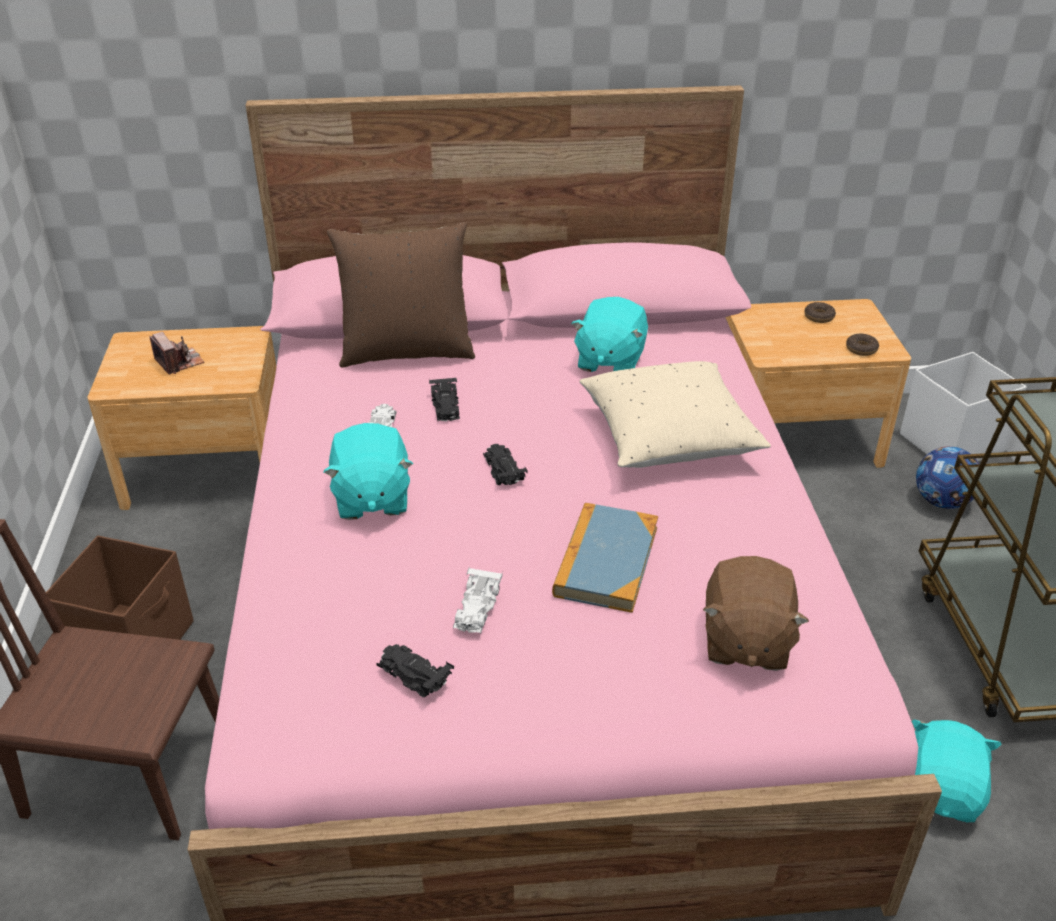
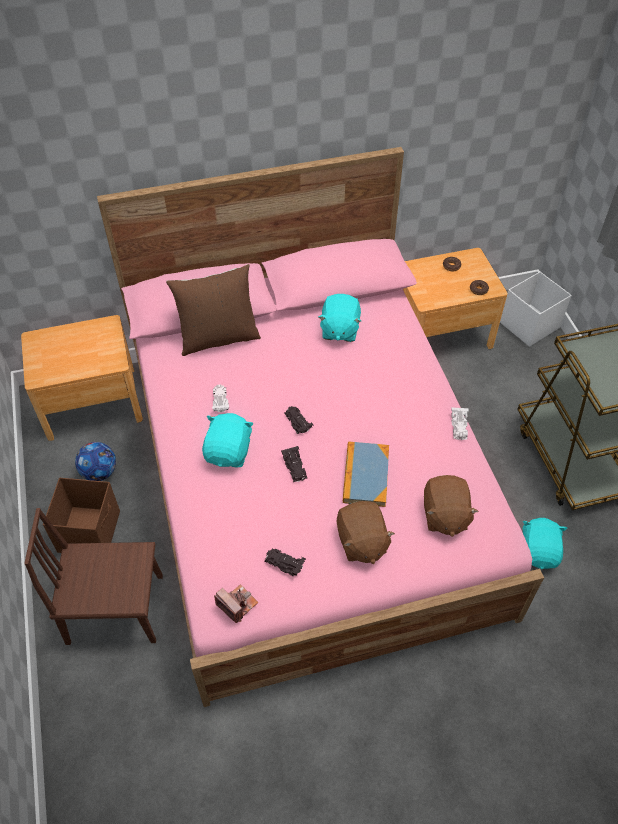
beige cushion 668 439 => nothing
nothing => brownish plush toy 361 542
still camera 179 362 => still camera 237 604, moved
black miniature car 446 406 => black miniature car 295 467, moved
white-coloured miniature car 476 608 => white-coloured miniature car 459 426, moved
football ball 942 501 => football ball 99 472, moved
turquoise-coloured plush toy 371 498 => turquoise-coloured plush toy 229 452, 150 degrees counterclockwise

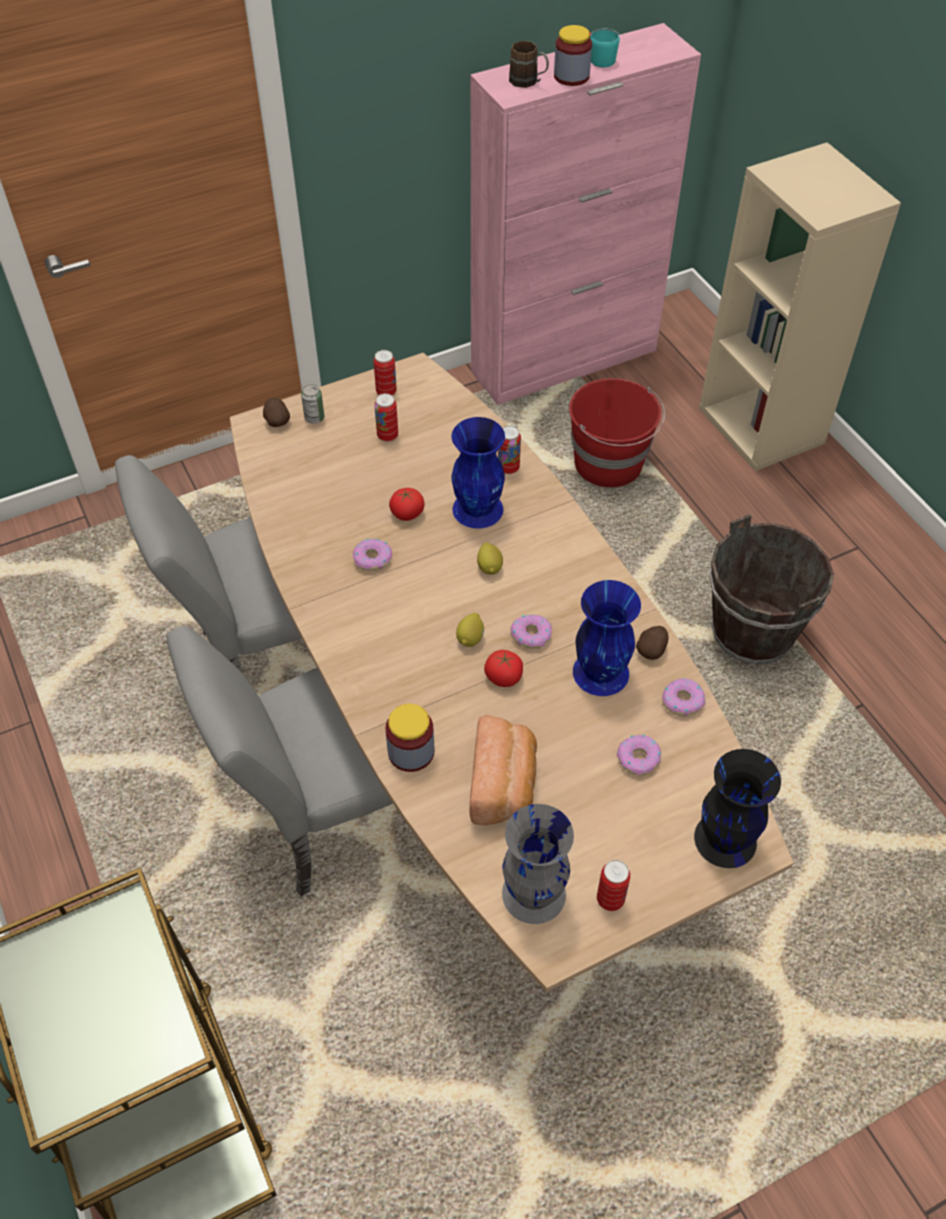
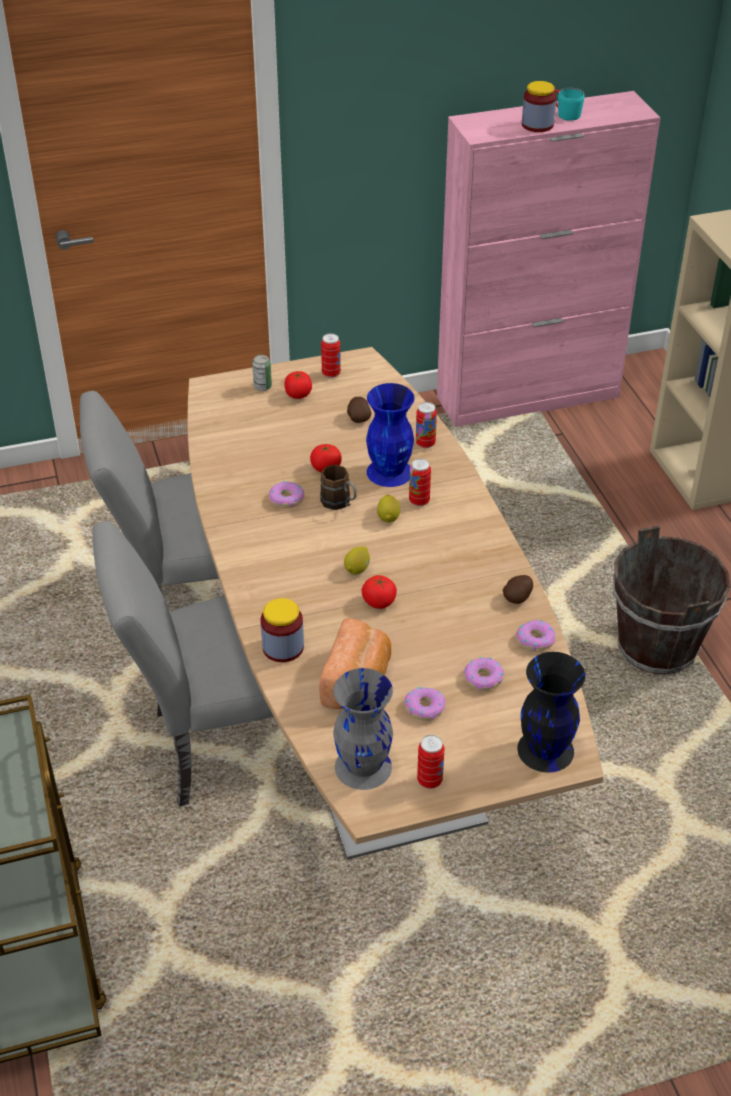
red-coloured pail 609 464 => nothing
blue-coloured flower vase 600 671 => nothing
nothing => tomato 298 394
spud 276 420 => spud 358 418, moved
can 387 436 => can 419 501, moved
brownish tea mug 528 82 => brownish tea mug 340 504, moved
ring doughnut 531 635 => ring doughnut 424 708, moved

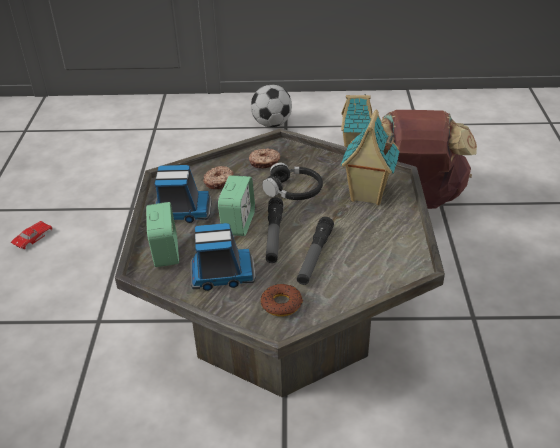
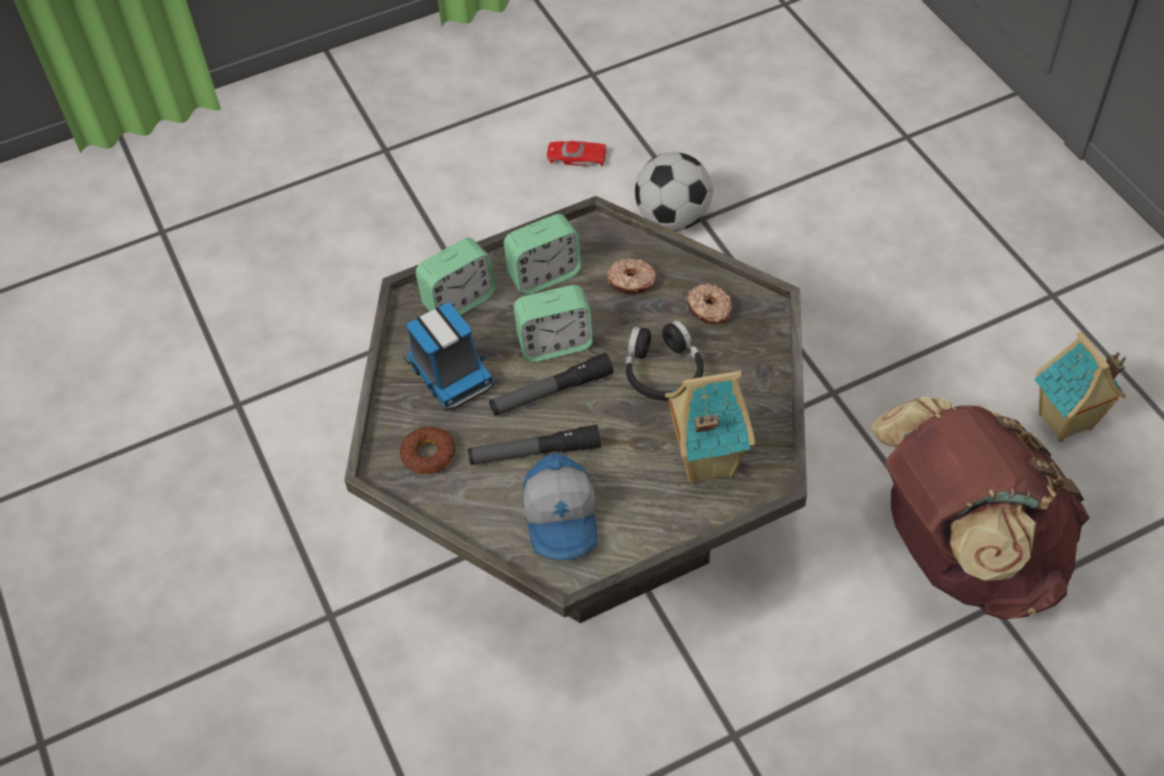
nothing => peaked cap 563 518
football ball 272 124 => football ball 673 218, moved
model truck 181 211 => alarm clock 544 275

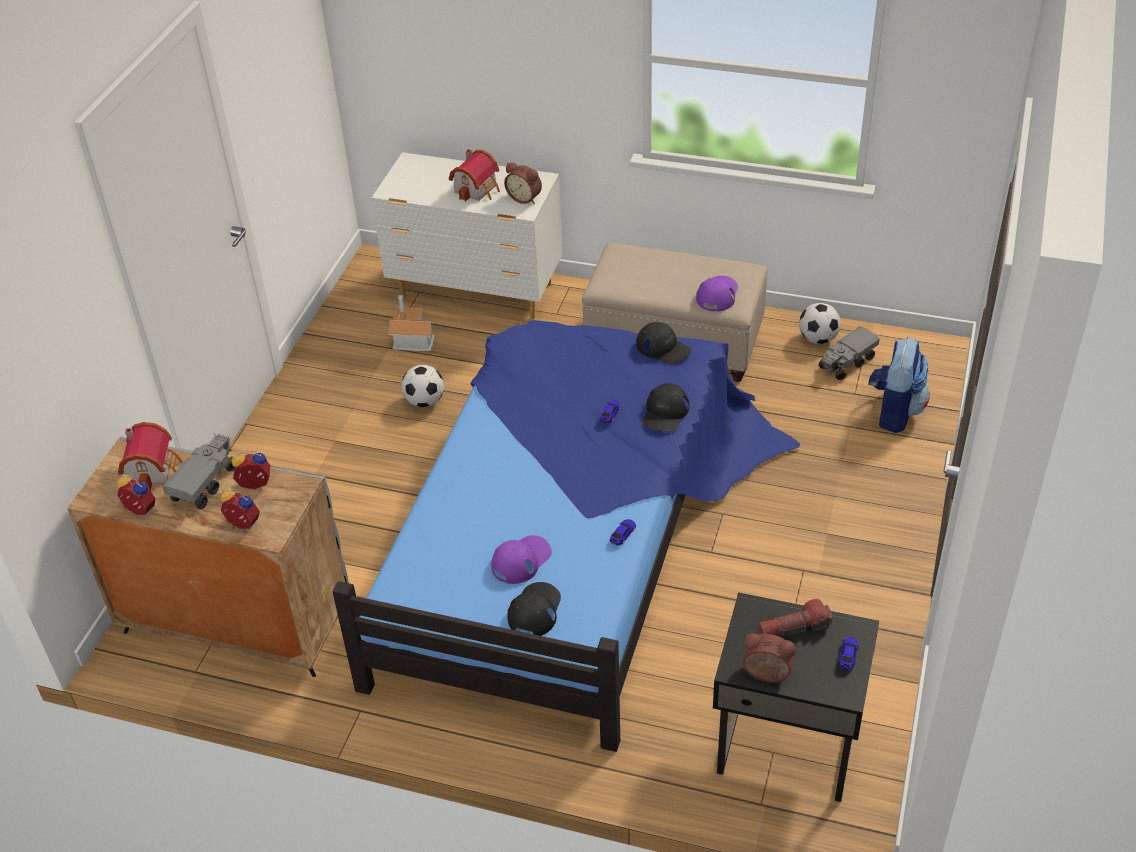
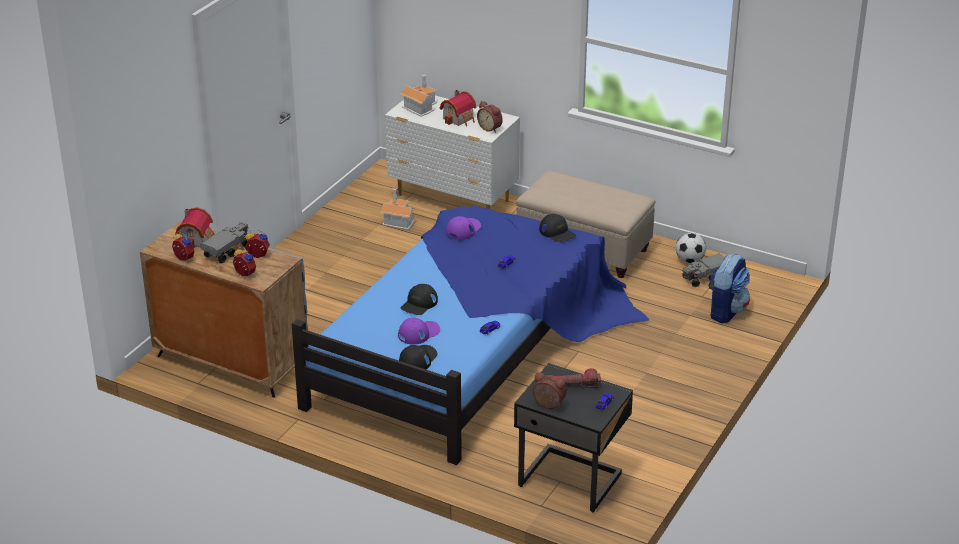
football ball 424 401 => nothing
nothing => model house 420 106
black peaked cap 665 413 => black peaked cap 419 304, moved
purple-coloured peaked cap 717 295 => purple-coloured peaked cap 463 230, moved

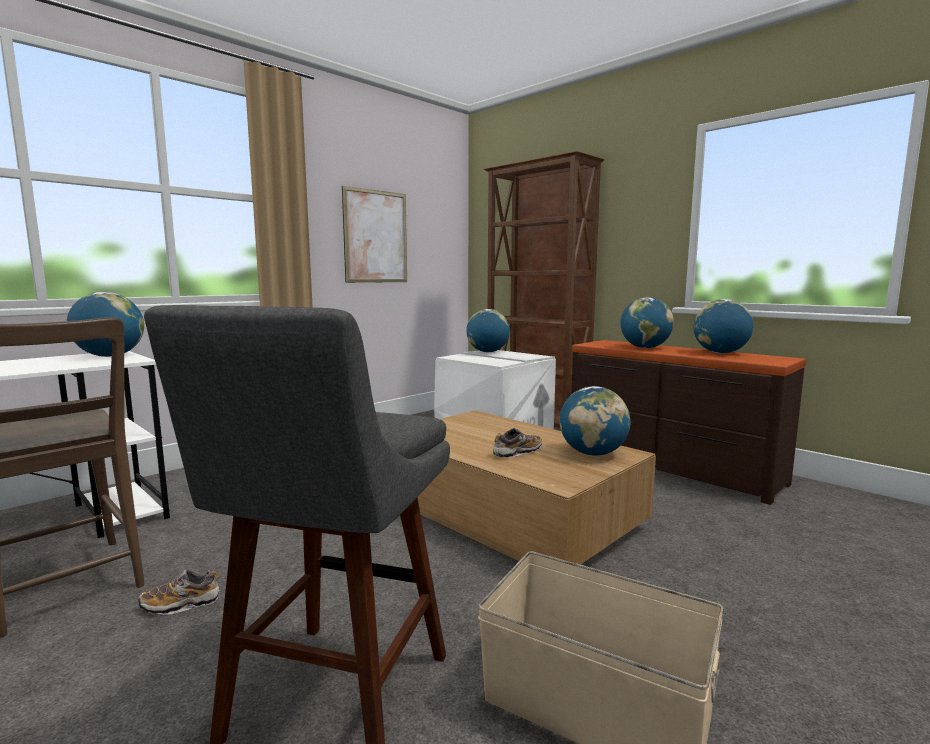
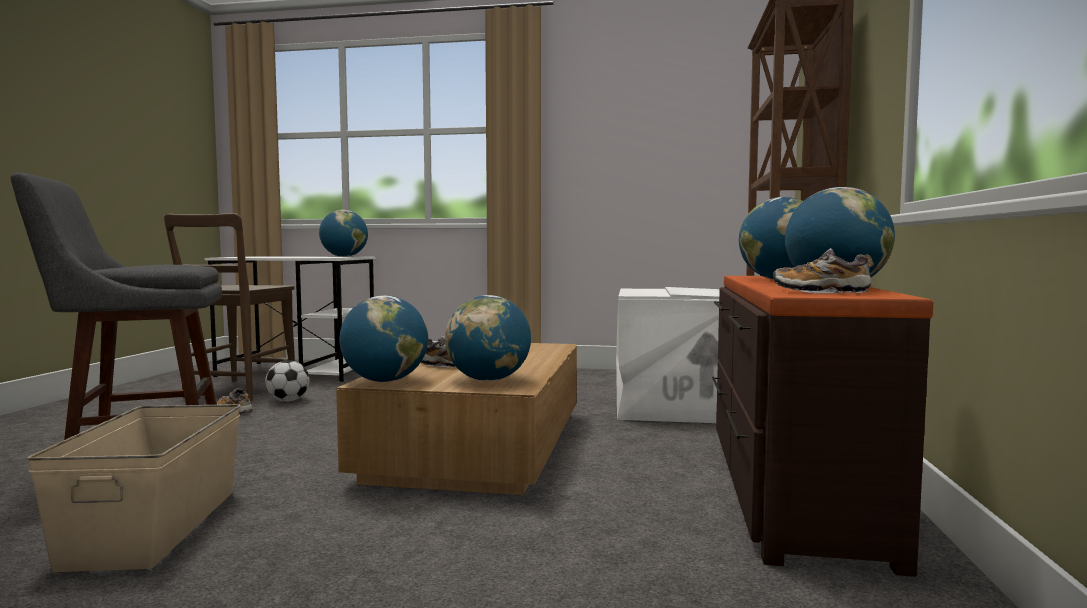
wall picture 376 237 => nothing
nothing => football ball 288 401
nothing => shoe 820 292
world globe 487 352 => world globe 385 381, moved

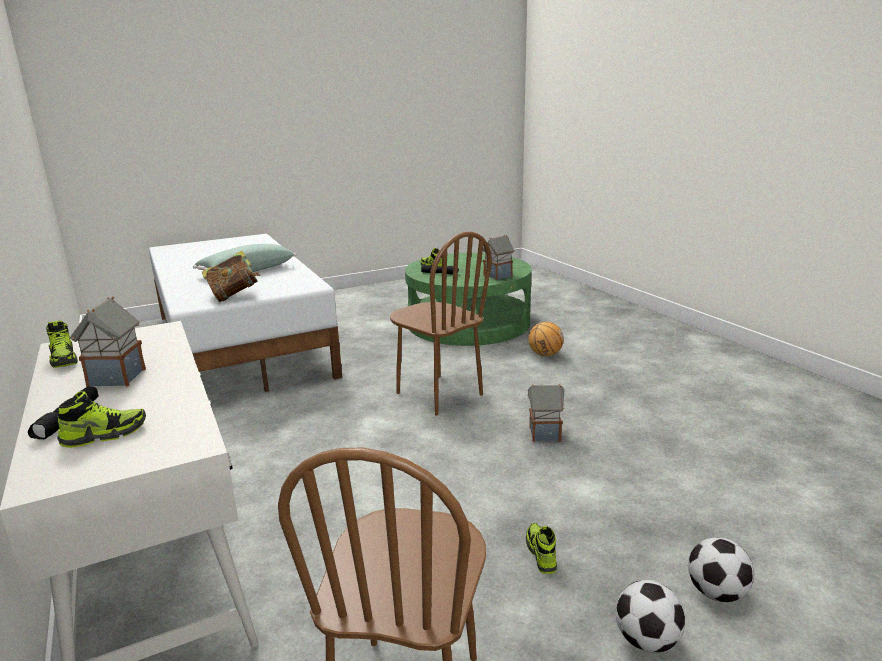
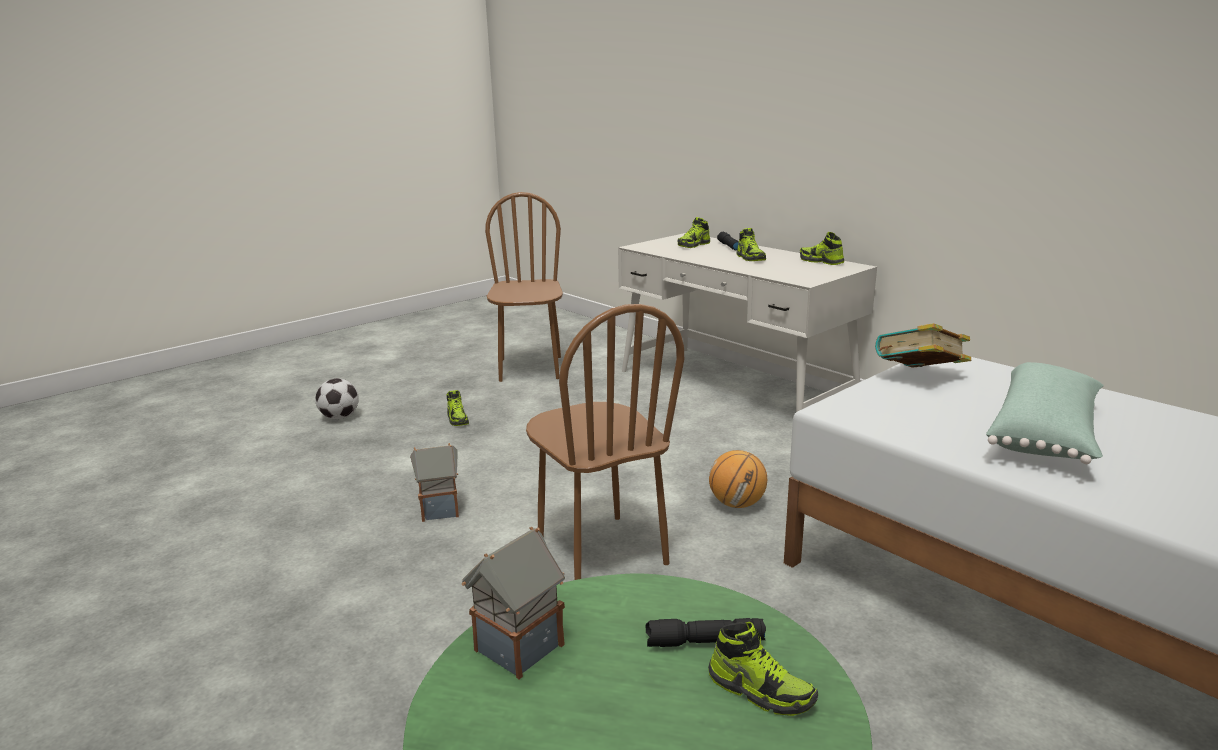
football ball 646 640 => nothing
ball for basketball 545 354 => ball for basketball 737 504, moved
model house 116 378 => shoe 750 258
brownish plain chair 438 394 => brownish plain chair 600 552, 150 degrees counterclockwise

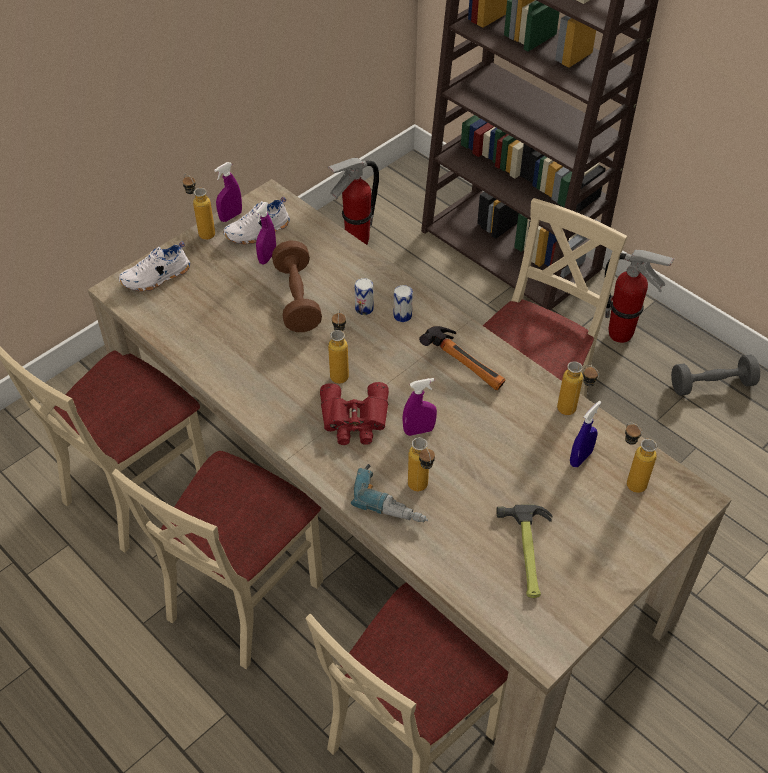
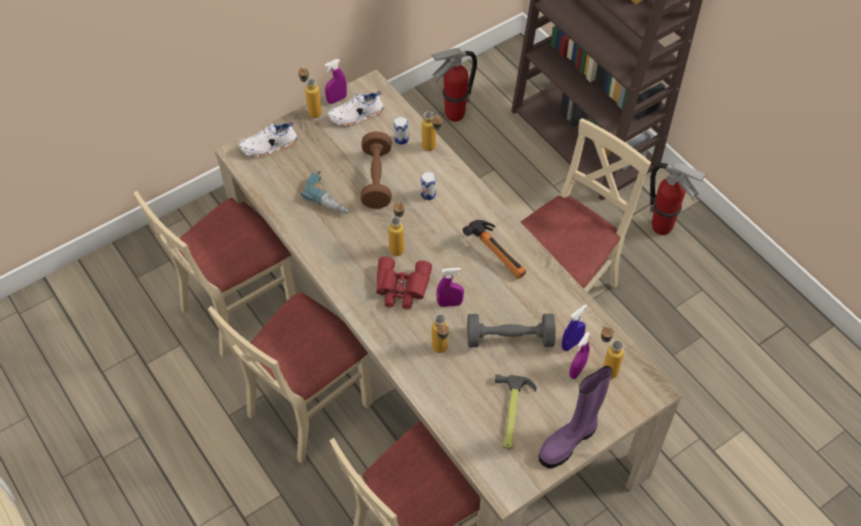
nothing => purple-coloured tall boot 569 441
purple-coloured sprayer 267 257 => purple-coloured sprayer 577 370, moved
electric drill 392 500 => electric drill 331 197, moved
can 402 315 => can 401 139, moved
drink bottle 573 413 => drink bottle 432 150, moved
grey hand weight 711 385 => grey hand weight 510 339, moved

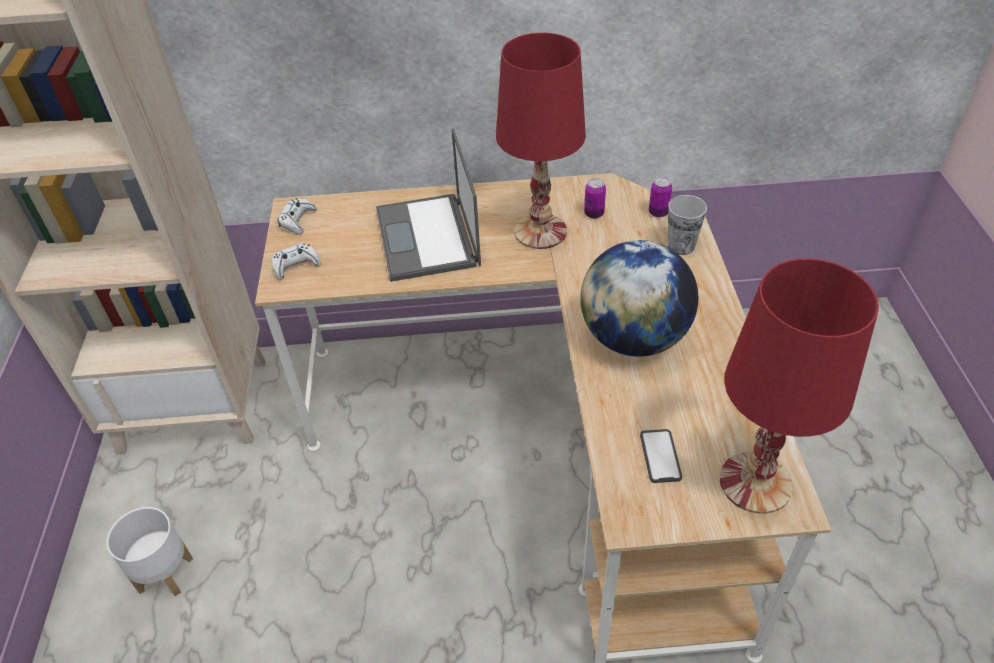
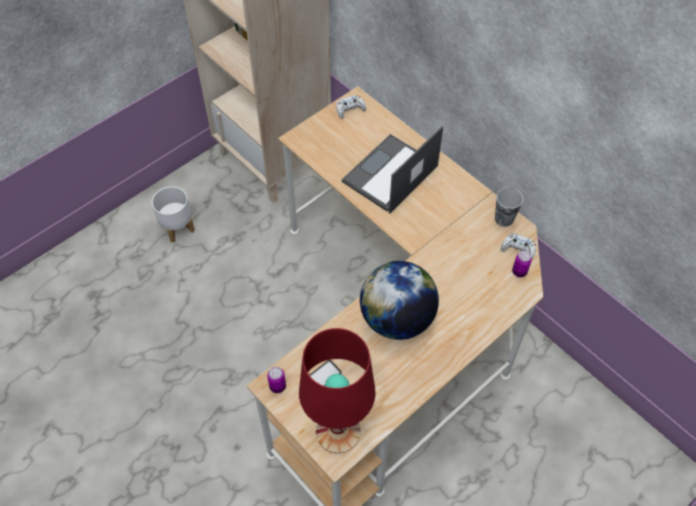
red-coloured tabletop lamp 541 232 => nothing
white-coloured gamepad 296 265 => white-coloured gamepad 518 249, moved
can 594 214 => can 277 386, moved
cup 681 246 => cup 504 219, moved

